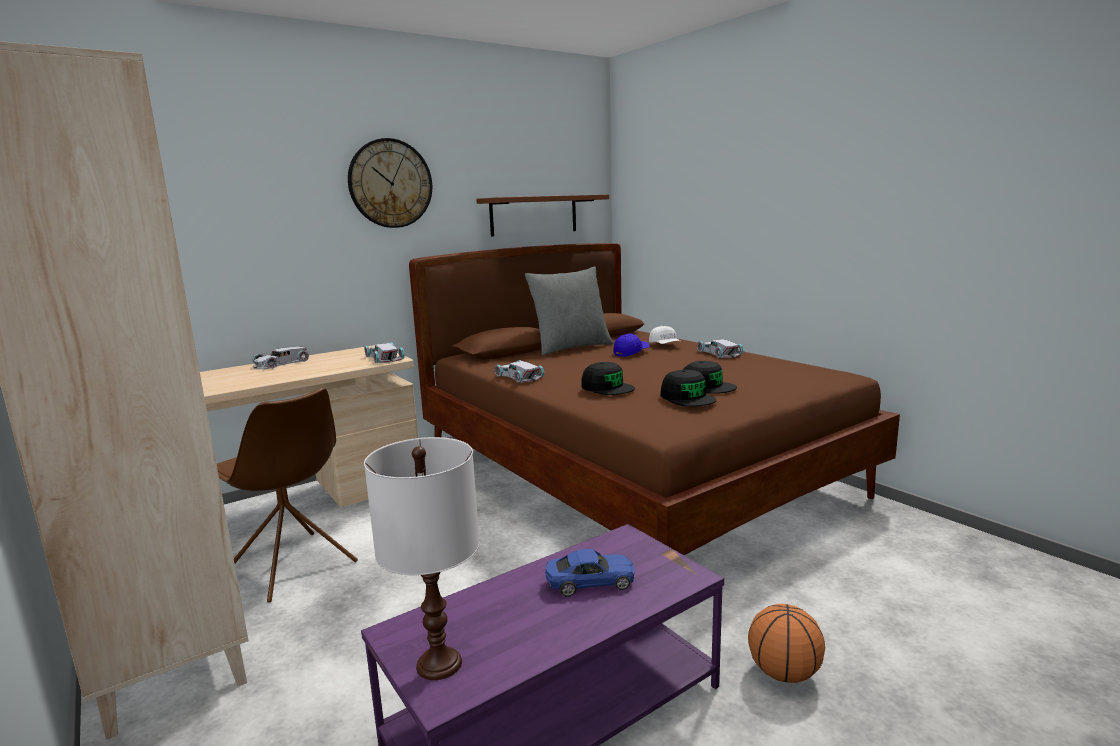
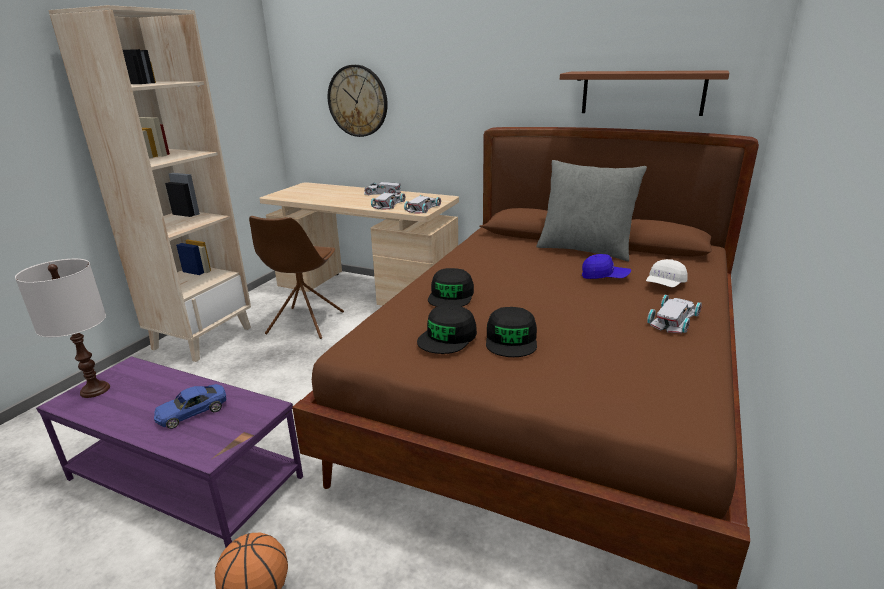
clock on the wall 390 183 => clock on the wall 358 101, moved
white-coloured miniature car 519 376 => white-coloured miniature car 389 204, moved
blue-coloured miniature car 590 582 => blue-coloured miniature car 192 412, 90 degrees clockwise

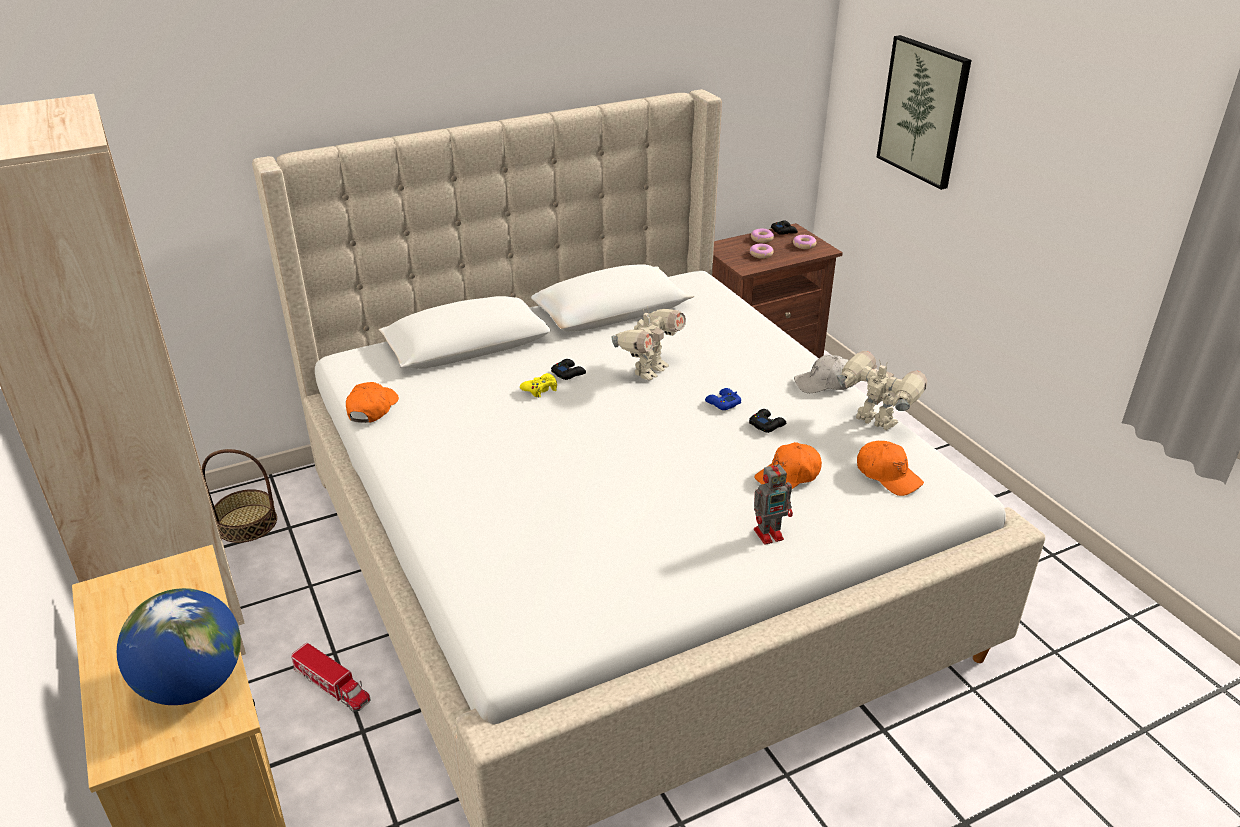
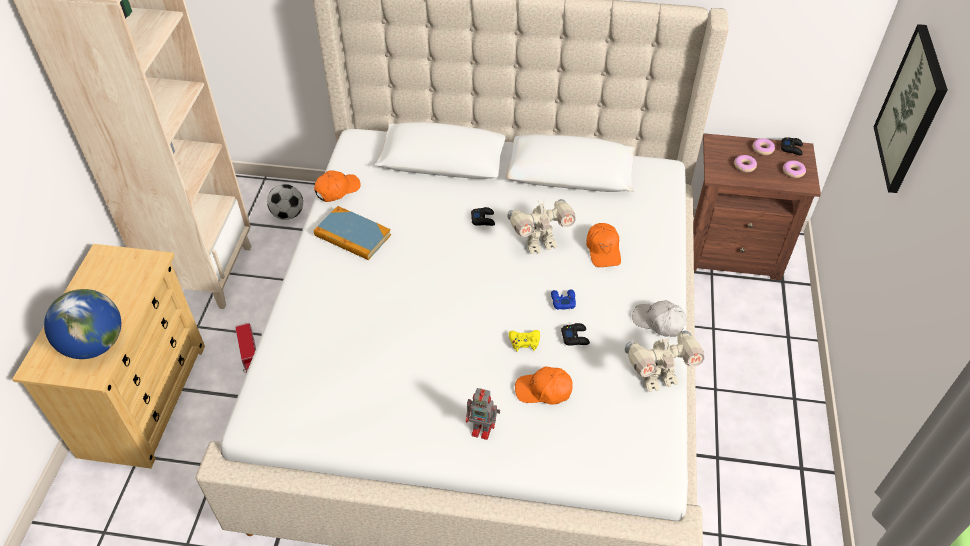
nothing => volume 352 235
yellow gamepad 540 389 => yellow gamepad 524 342, moved
orangey peaked cap 888 475 => orangey peaked cap 603 250, moved
storage basket 246 523 => football ball 287 214
toy robot 874 423 => toy robot 658 379, 90 degrees clockwise

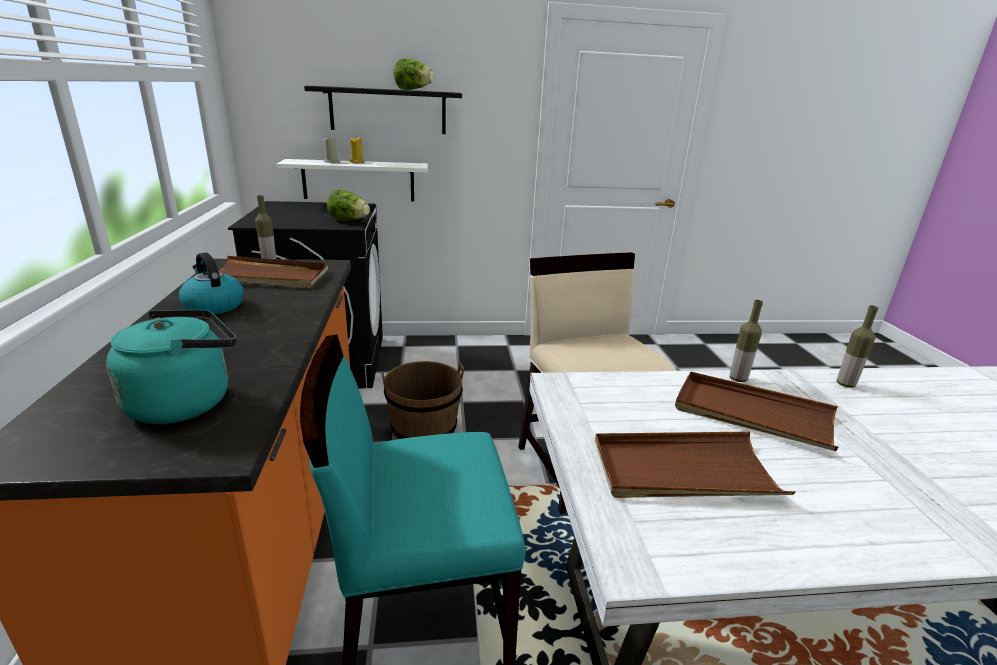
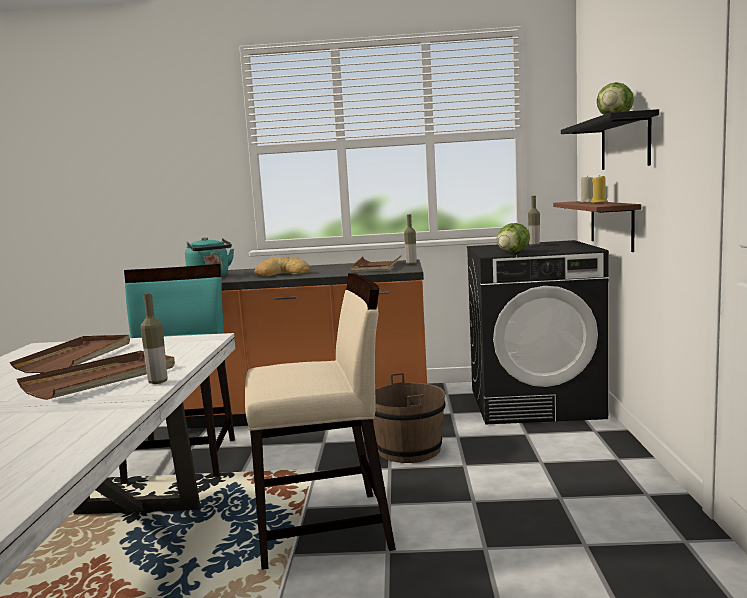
kettle 213 306 => nothing
nothing => baked bread 282 274
drink bottle 845 384 => drink bottle 534 245, moved
white-coloured bracket shelf 358 180 => brownish bracket shelf 611 224

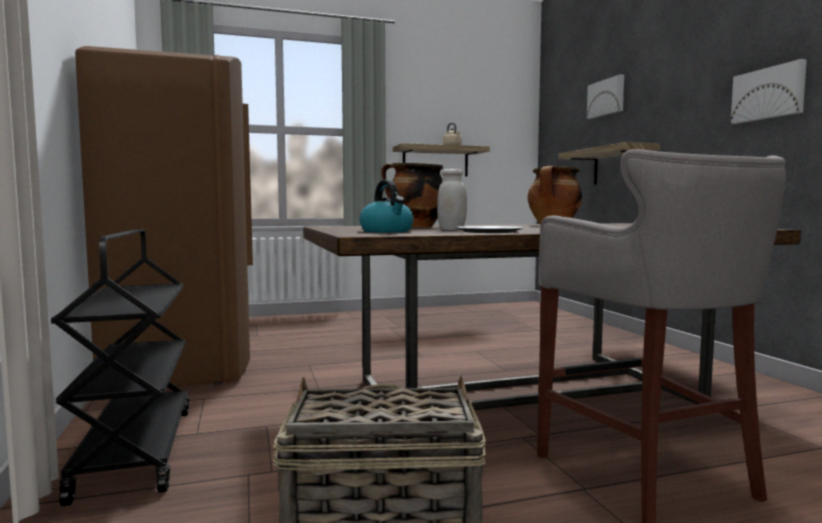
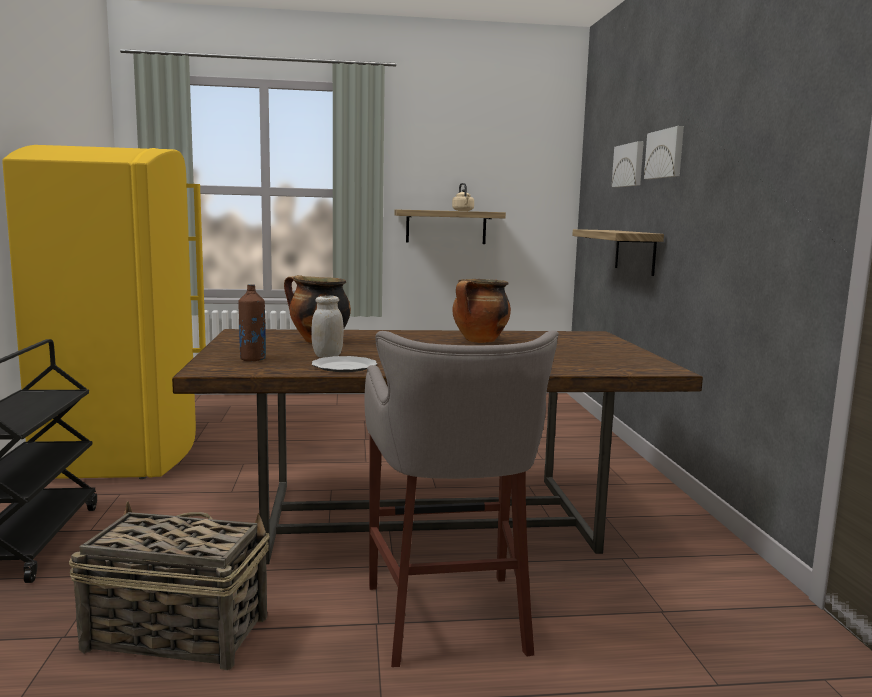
wall picture 768 93 => wall picture 666 154, moved
kettle 387 231 => brownish drink bottle 253 359
brownish fridge 182 366 => yellow fridge 124 454

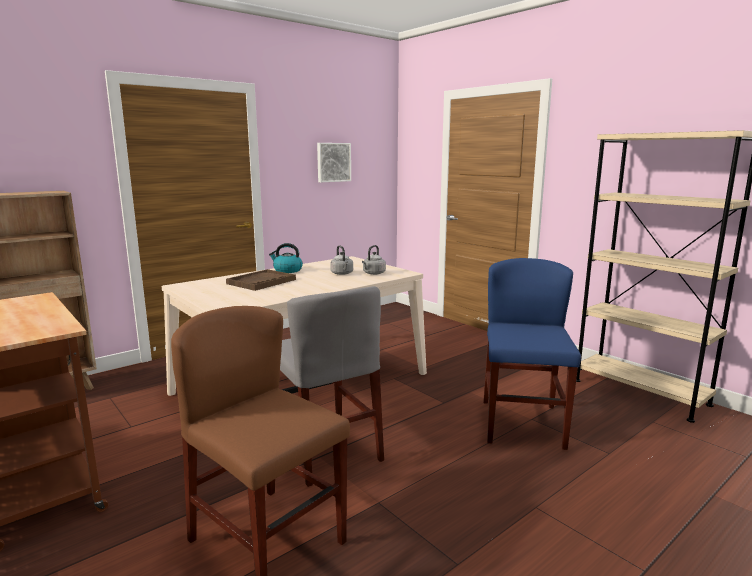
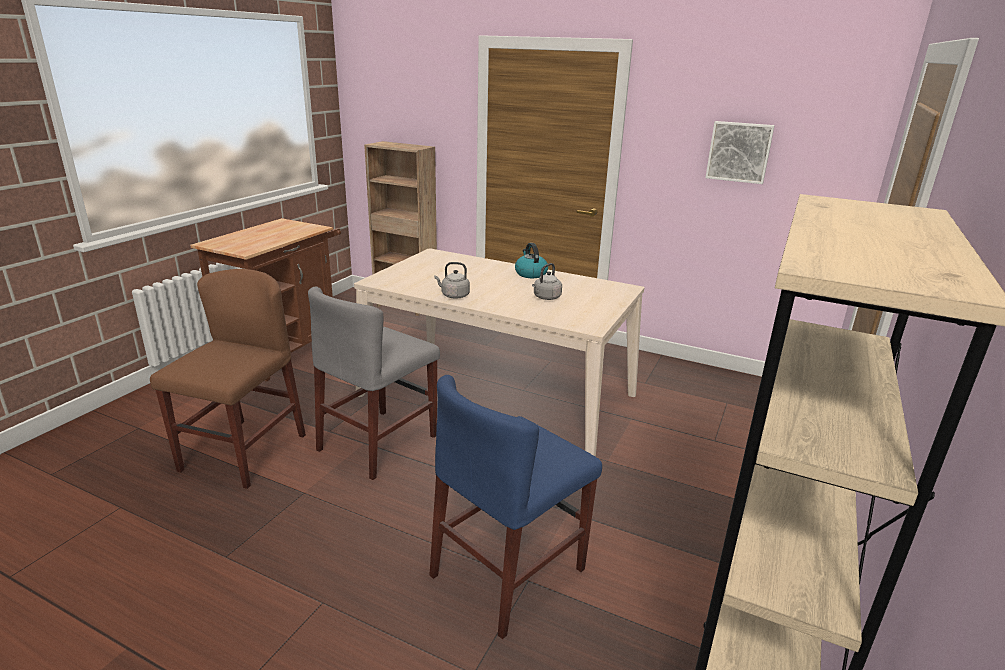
brownish serving tray 261 282 => nothing
grey kettle 373 273 => grey kettle 453 295, moved
blue-coloured plain chair 522 423 => blue-coloured plain chair 508 572, 150 degrees clockwise

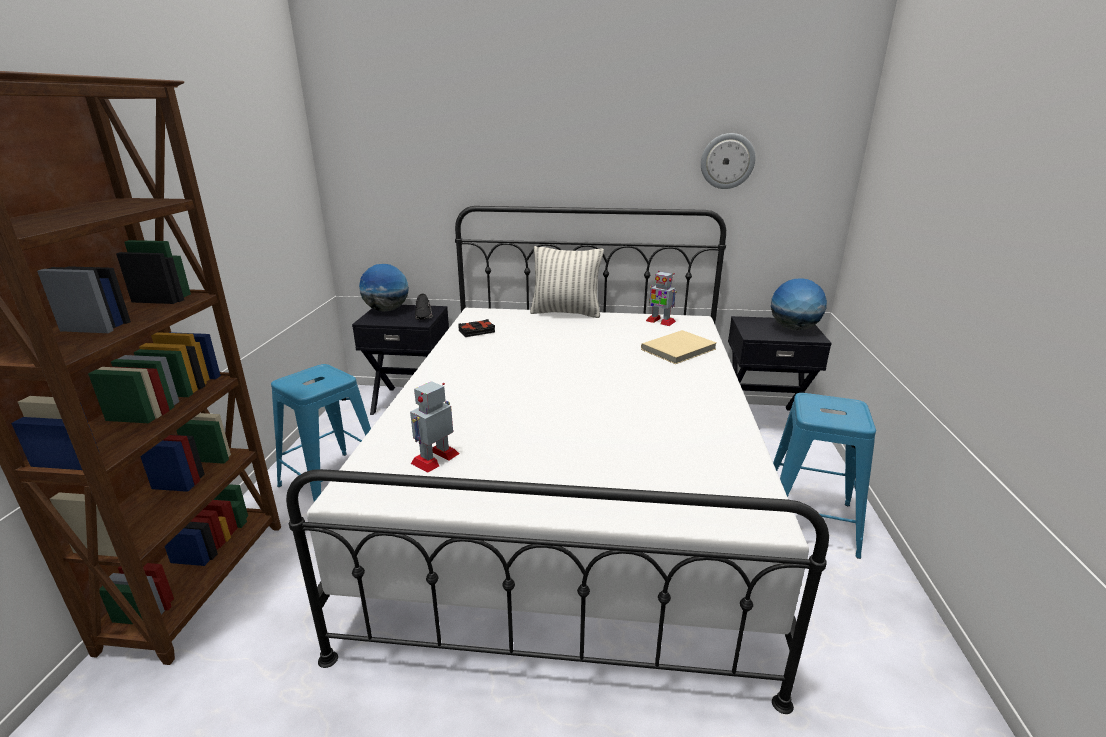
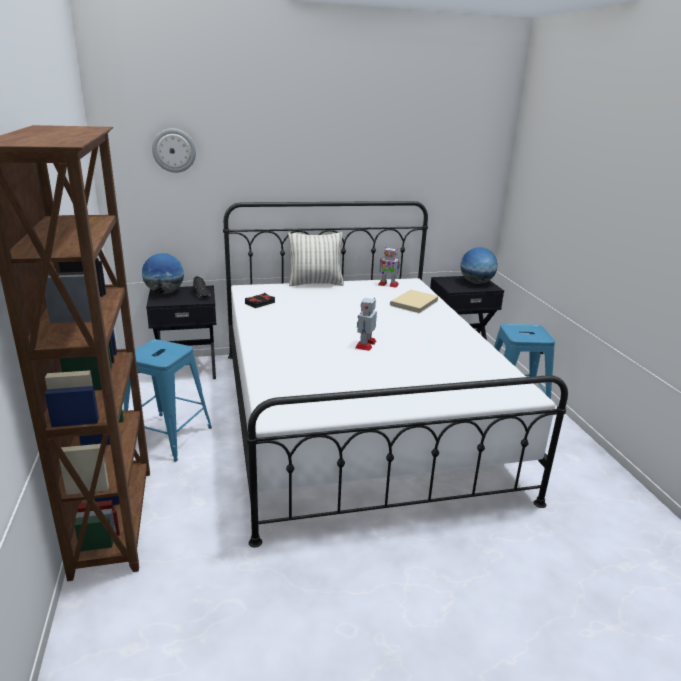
toy robot 435 458 => toy robot 365 344, moved
clock on the wall 727 161 => clock on the wall 174 150, moved

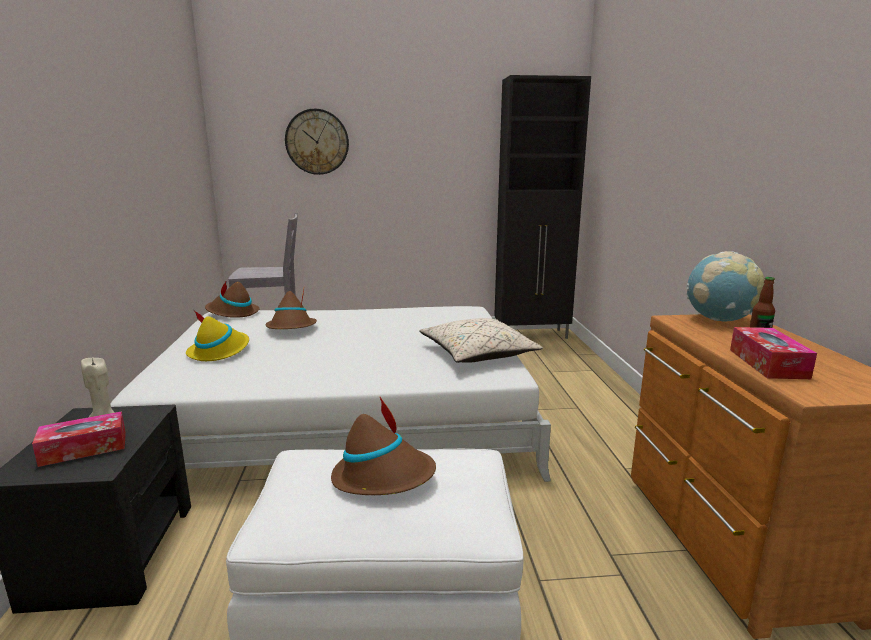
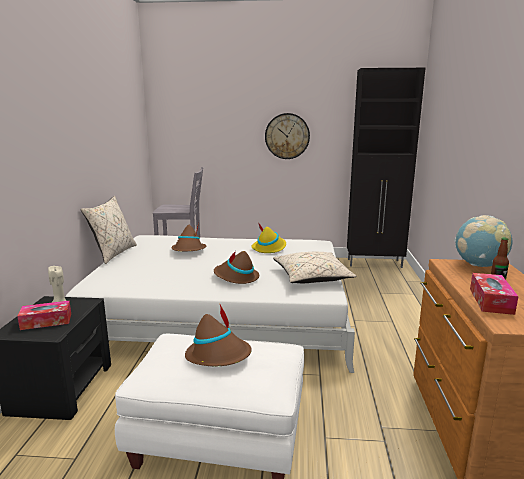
nothing => beige cushion 113 254
yellow clothing hat 219 351 => yellow clothing hat 269 248, moved
brownish clothing hat 232 313 => brownish clothing hat 236 277, moved
clock on the wall 317 142 => clock on the wall 287 136, moved

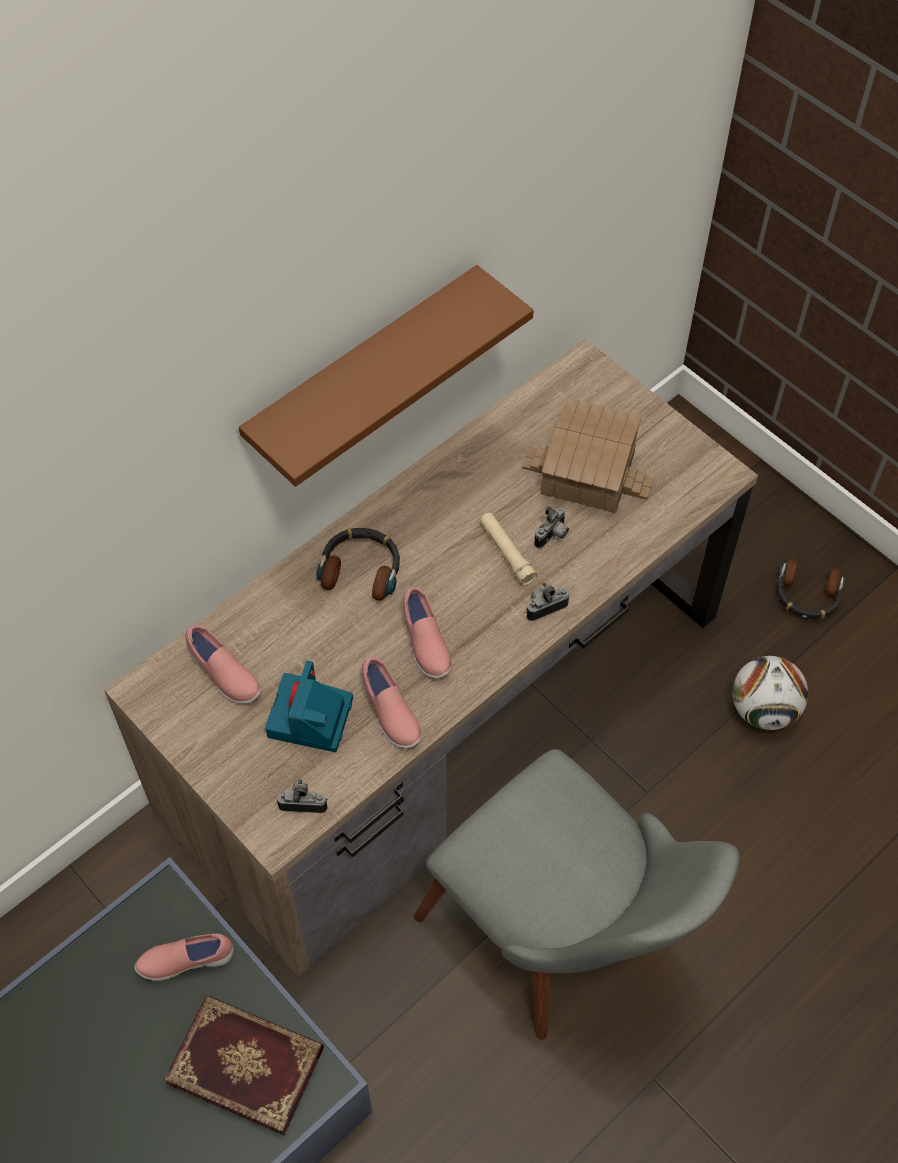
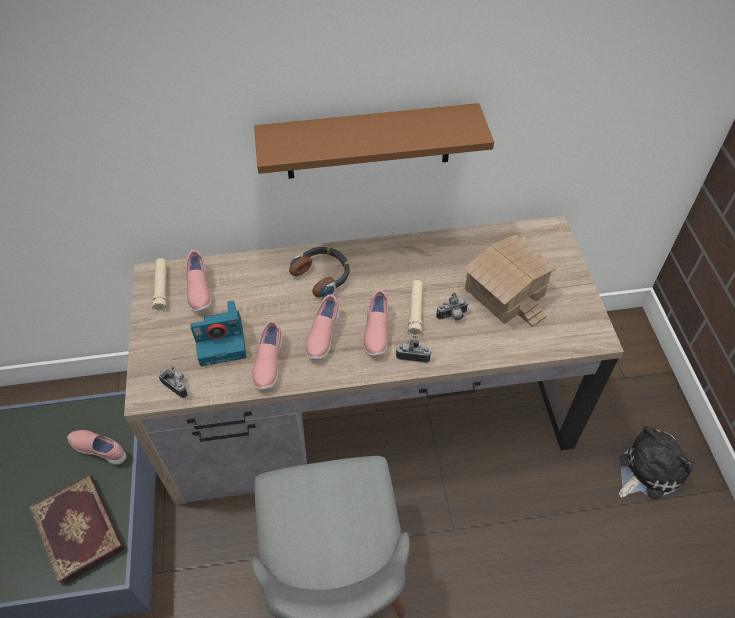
football ball 764 710 => nothing
nothing => beige torch 161 288
nothing => pinkish shoe 376 332
pair of headphones 807 595 => plush toy 647 470
still camera 310 719 => still camera 222 341, 150 degrees counterclockwise

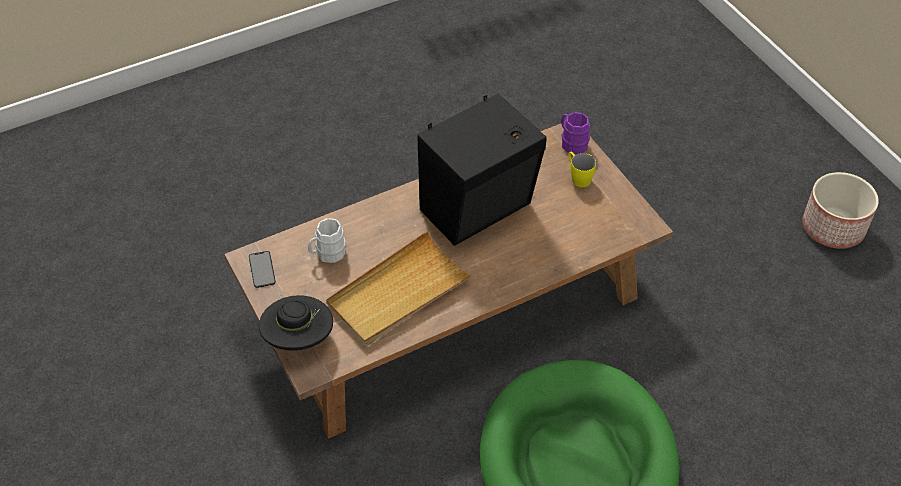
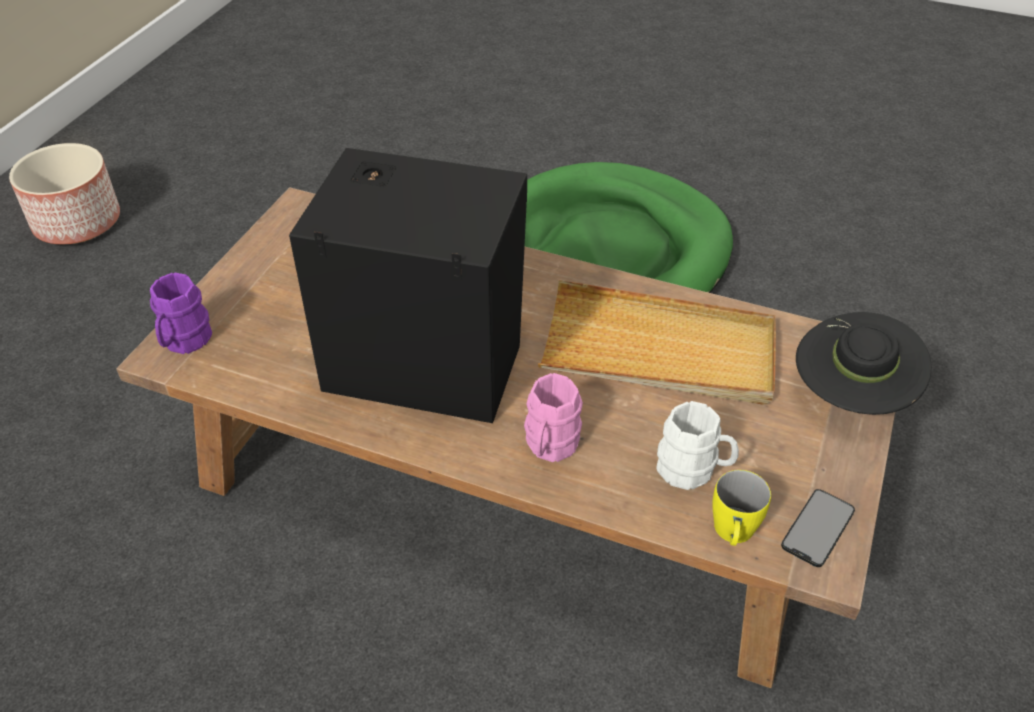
nothing => pinkish tea mug 549 446
yellow tea mug 578 177 => yellow tea mug 733 535, moved

